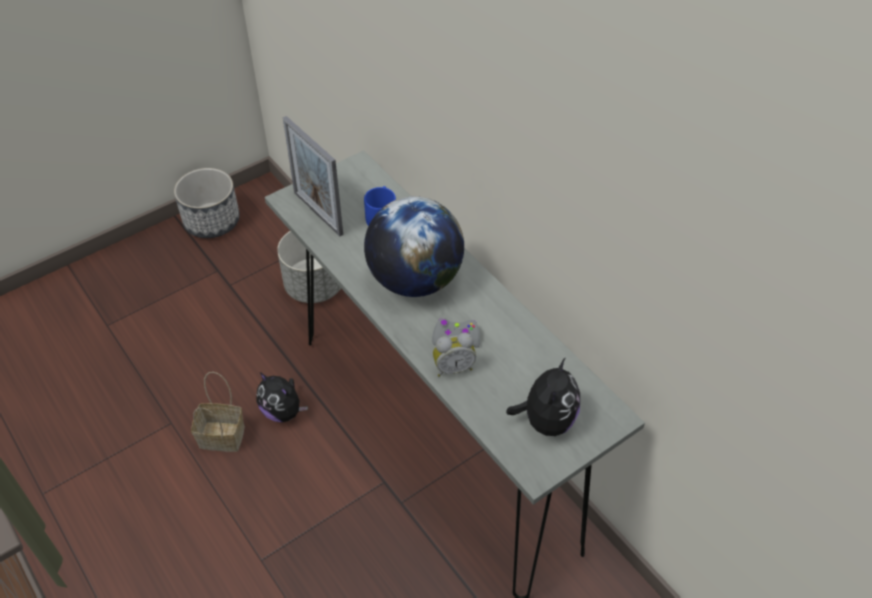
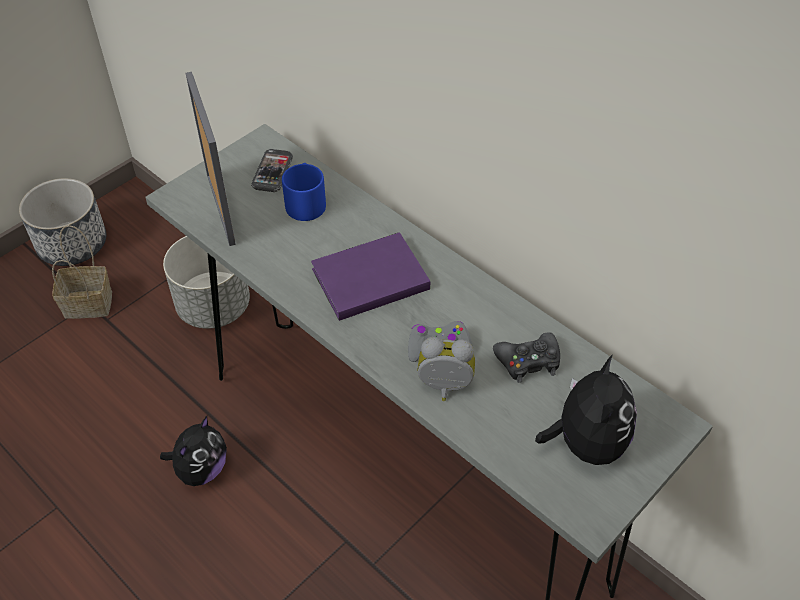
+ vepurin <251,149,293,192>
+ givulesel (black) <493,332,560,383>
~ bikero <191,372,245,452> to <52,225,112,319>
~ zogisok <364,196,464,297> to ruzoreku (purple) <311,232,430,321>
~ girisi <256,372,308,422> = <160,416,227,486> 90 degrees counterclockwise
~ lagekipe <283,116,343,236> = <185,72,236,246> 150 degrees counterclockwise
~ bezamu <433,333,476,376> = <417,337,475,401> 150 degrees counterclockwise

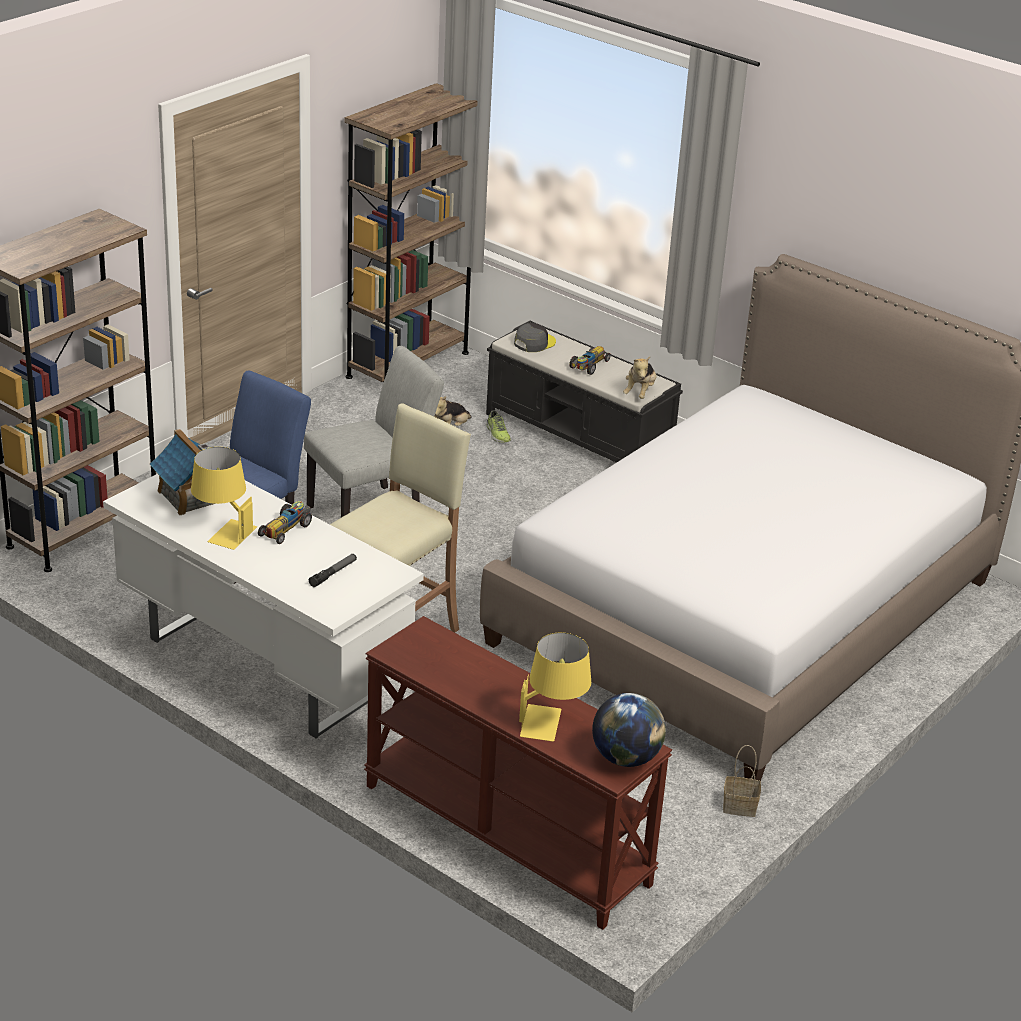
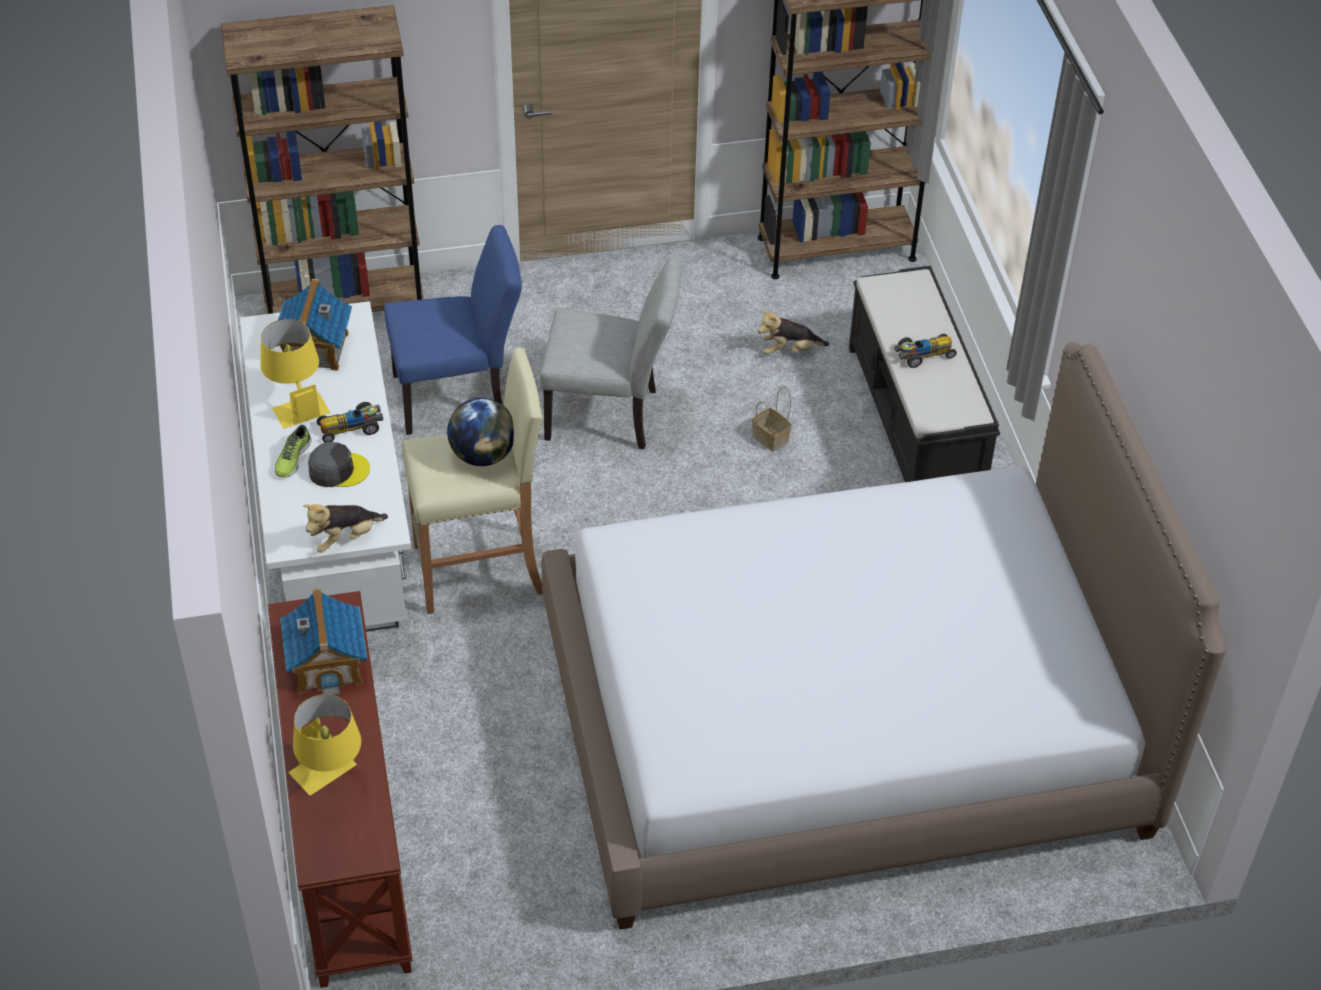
- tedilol <309,554,357,587>
+ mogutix <280,588,367,695>
~ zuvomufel <486,410,511,442> to <275,425,312,478>
~ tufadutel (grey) <514,323,556,352> to <308,442,370,487>
~ zogisok <592,693,666,767> to <447,398,514,466>
~ girisi <623,357,657,399> to <303,504,388,552>
~ bikero <723,745,761,817> to <752,387,792,452>

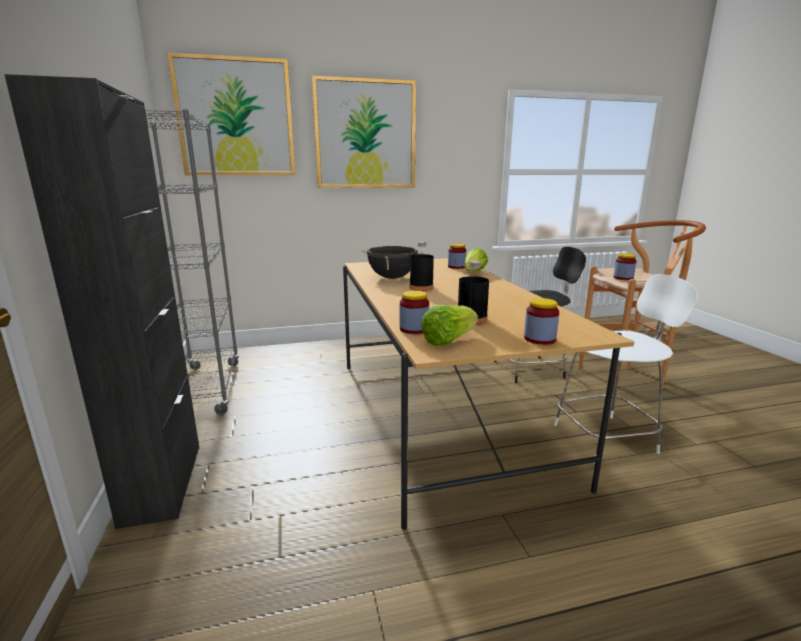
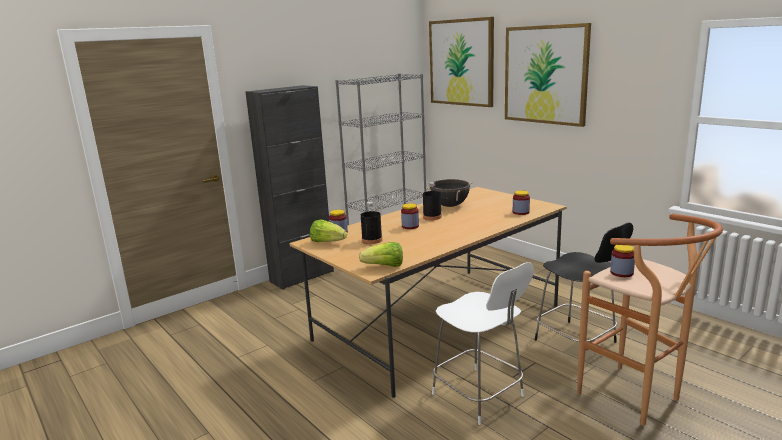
~ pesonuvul <465,248,488,271> to <359,242,403,267>
~ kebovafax <524,298,559,345> to <401,203,419,229>

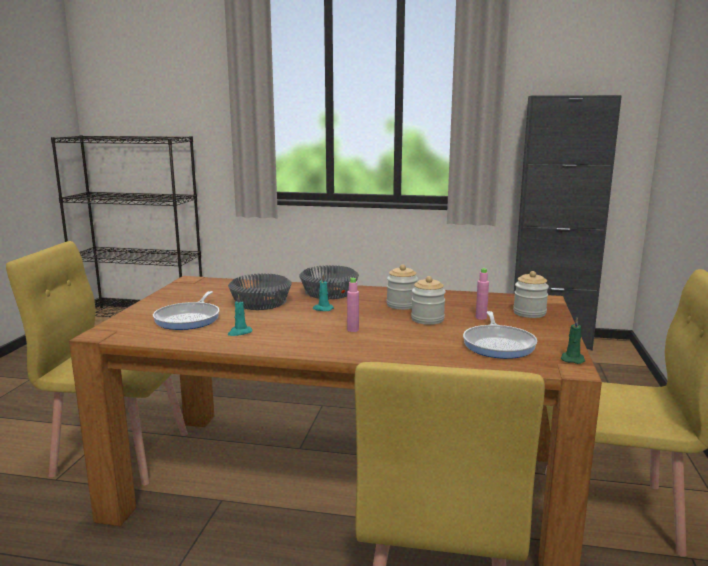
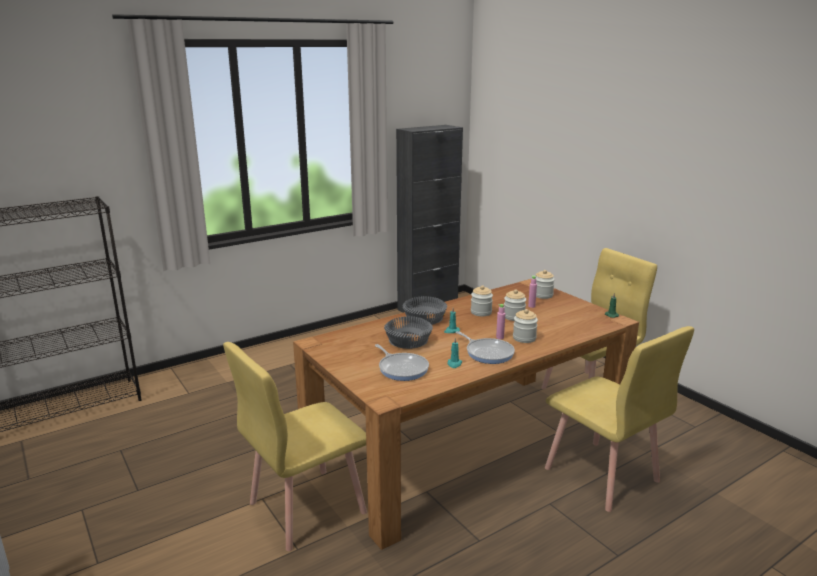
+ kebovafax <513,309,538,343>
~ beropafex <463,311,537,359> to <456,331,515,364>

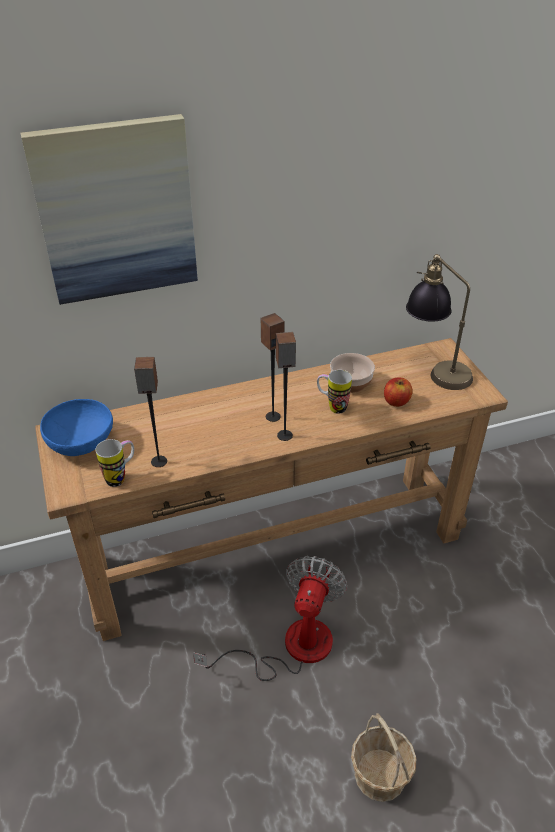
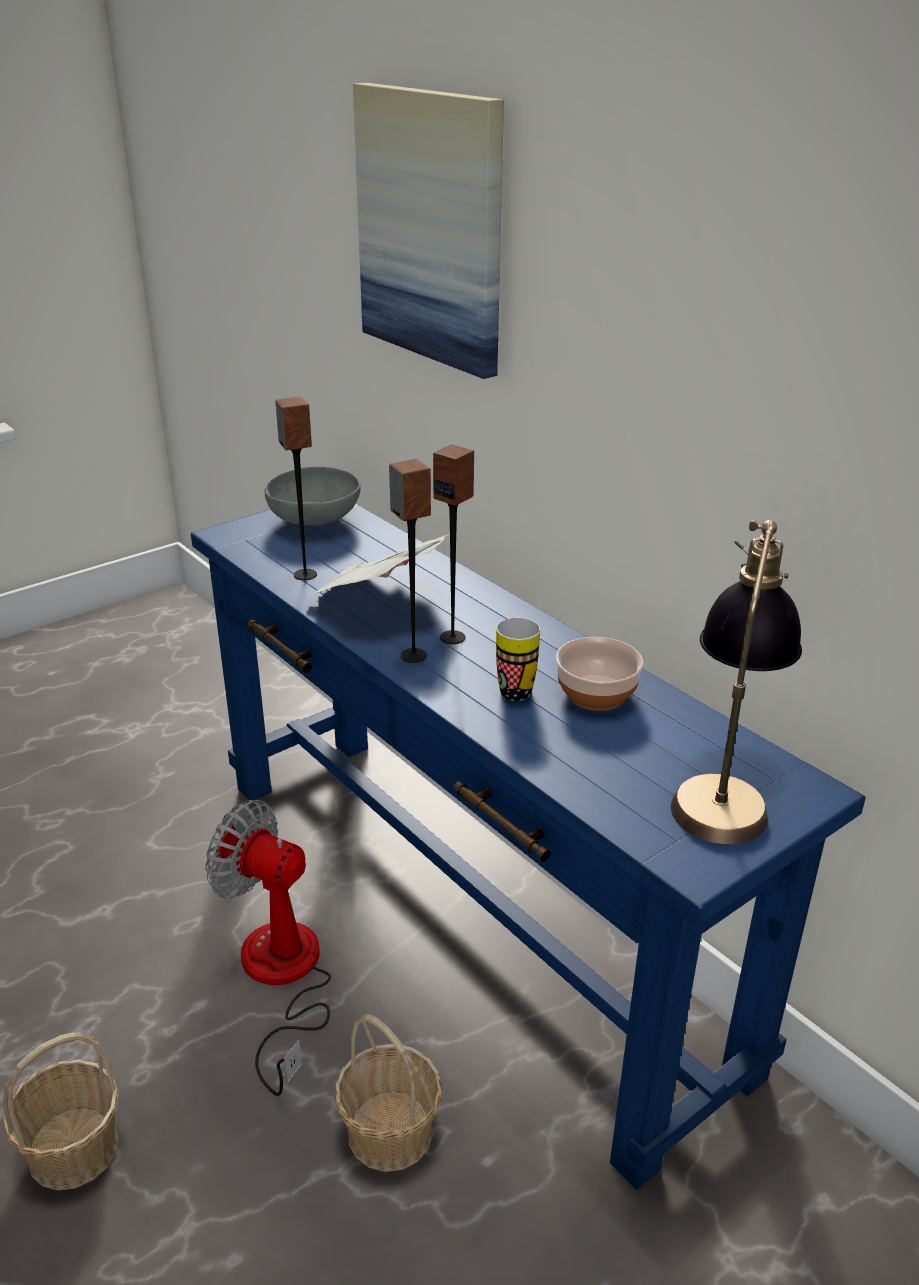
- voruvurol <96,439,134,487>
- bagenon <384,377,413,407>
+ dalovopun <306,534,449,596>
+ bikero <335,1014,443,1172>
~ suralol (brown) <35,338,508,641> to suralol (blue) <191,504,866,1190>
~ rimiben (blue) <40,399,113,456> to rimiben (grey) <265,466,361,526>
~ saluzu <193,556,348,681> = <205,800,331,1096> 150 degrees counterclockwise

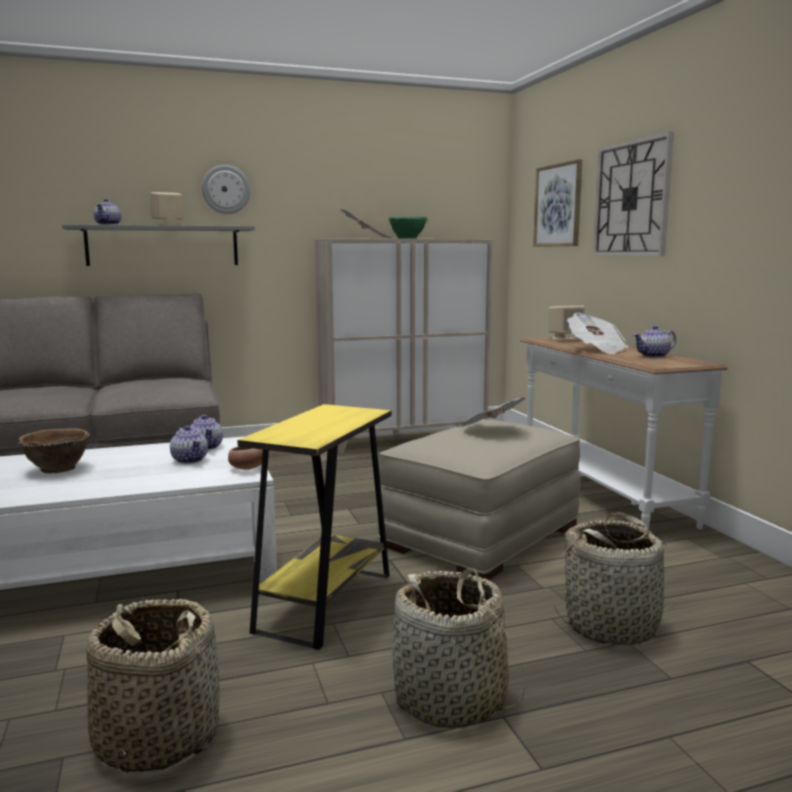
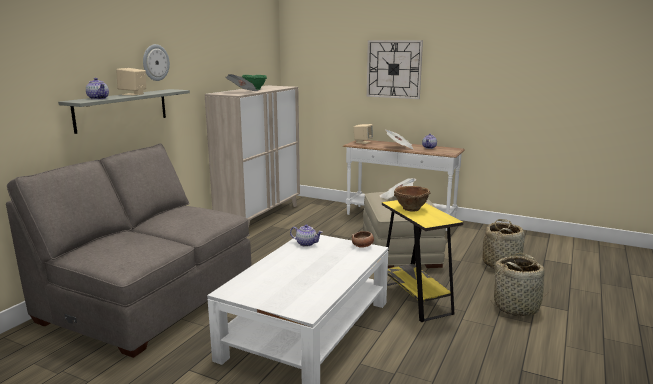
- bikero <86,599,219,773>
- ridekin <170,426,208,464>
- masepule <533,159,582,247>
~ rimiben (brown) <18,428,90,474> to <394,186,430,211>

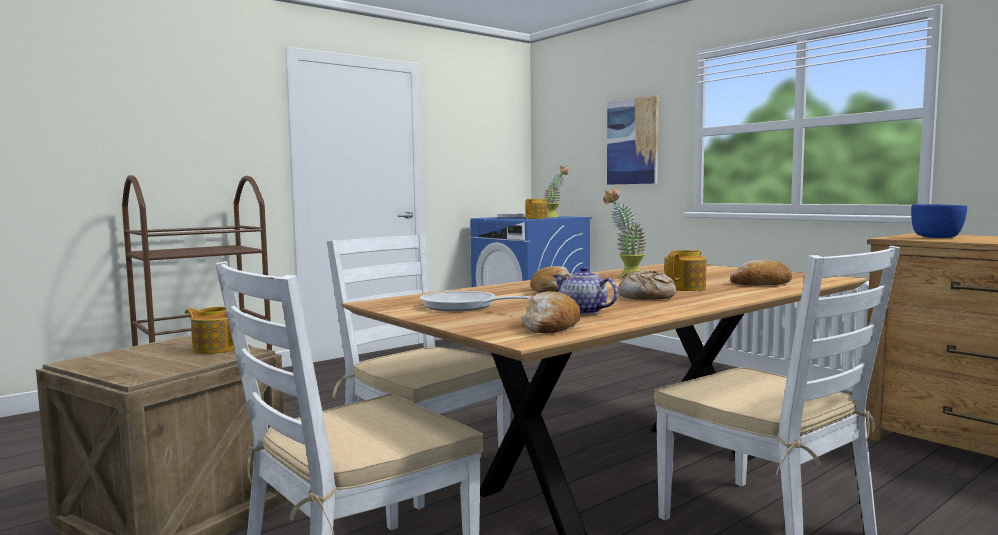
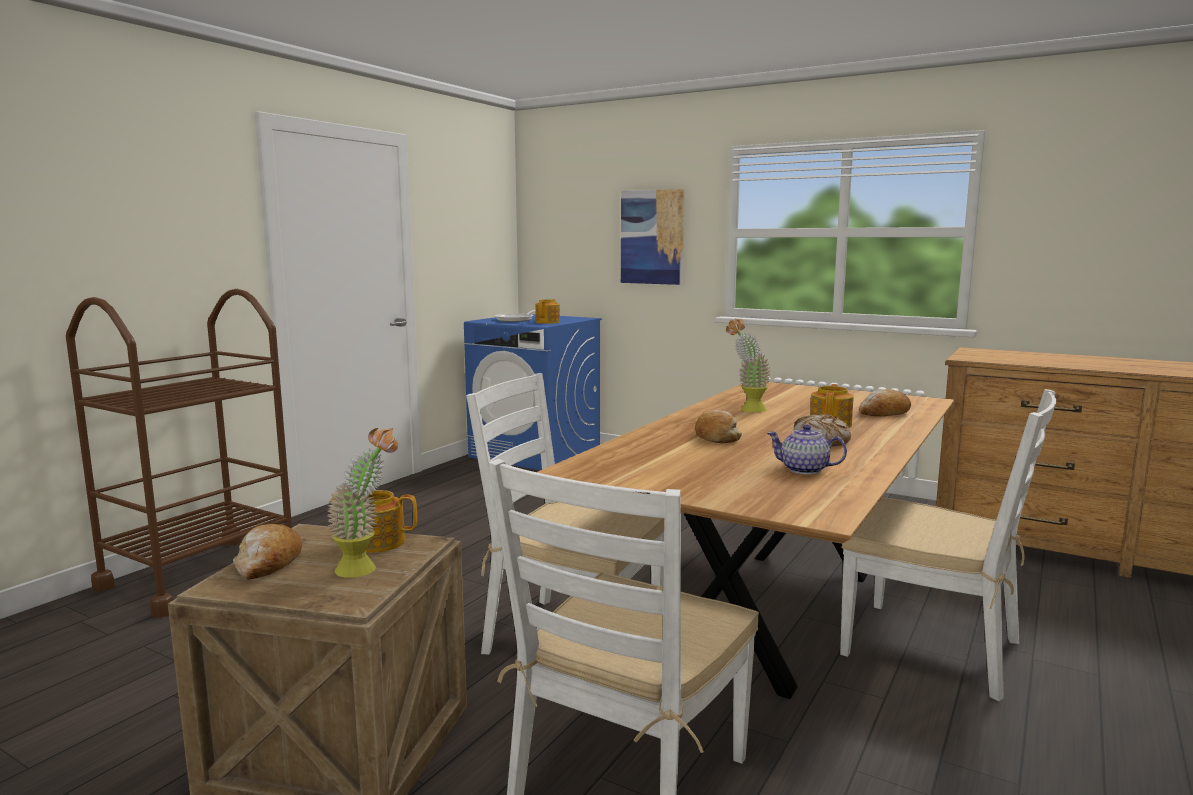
- beropafex <420,291,531,311>
- rimiben (blue) <911,204,967,238>
~ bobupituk <521,291,581,333> to <233,524,302,580>
~ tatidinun <545,166,569,217> to <327,428,398,578>

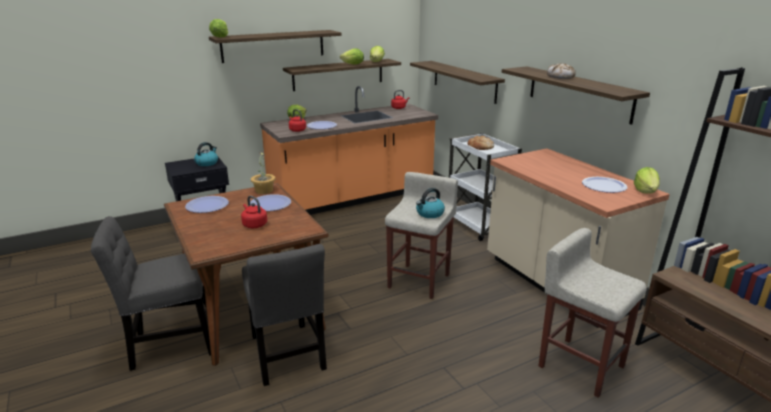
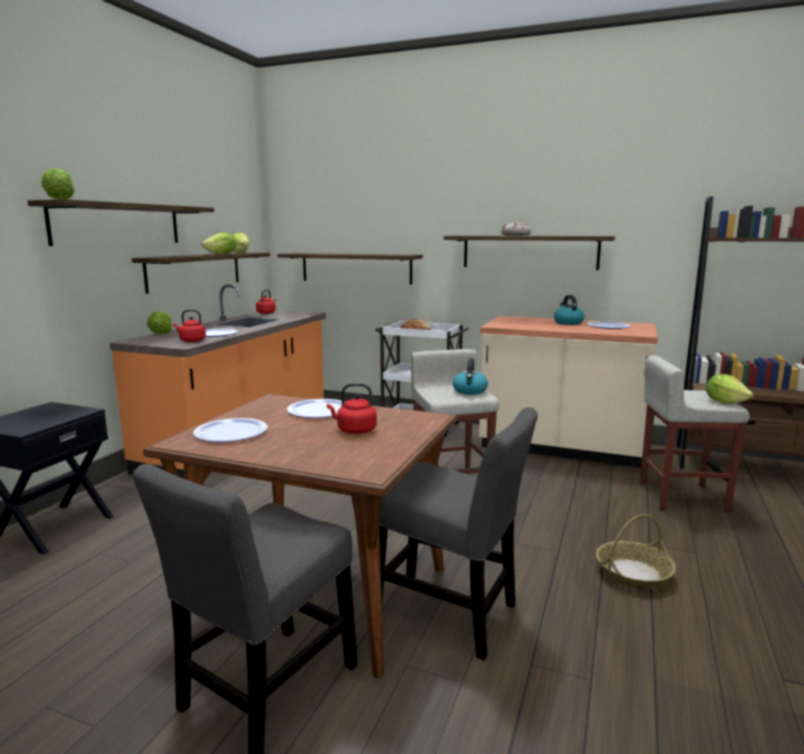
- tatidinun <251,151,275,194>
+ bikero <596,514,676,590>
~ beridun <194,142,218,166> to <554,295,584,325>
~ pesonuvul <634,167,660,194> to <706,374,753,404>

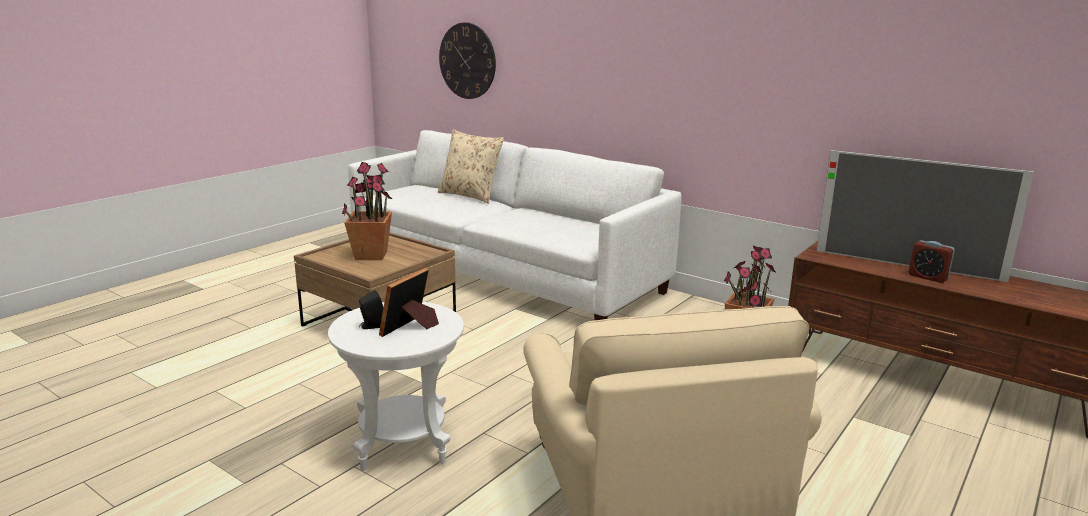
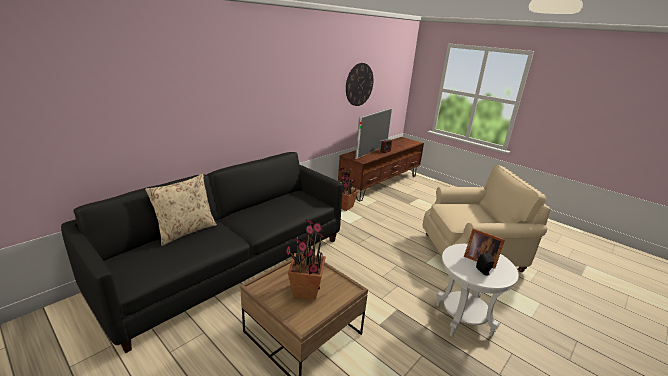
~ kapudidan <439,22,496,99> to <346,63,374,106>
~ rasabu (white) <348,130,681,320> to rasabu (black) <61,152,343,354>

